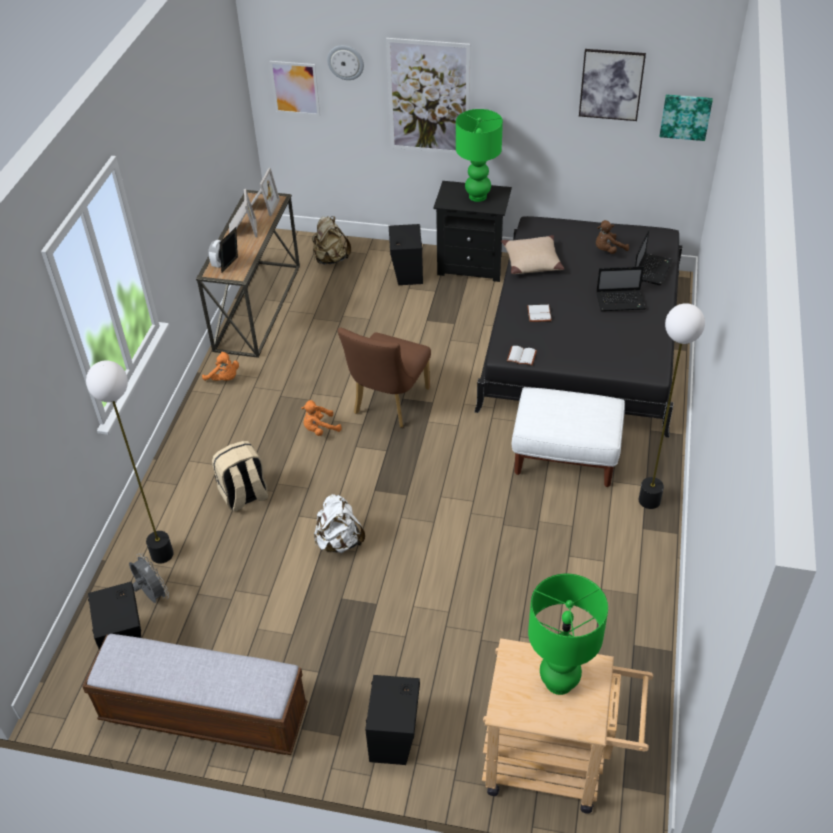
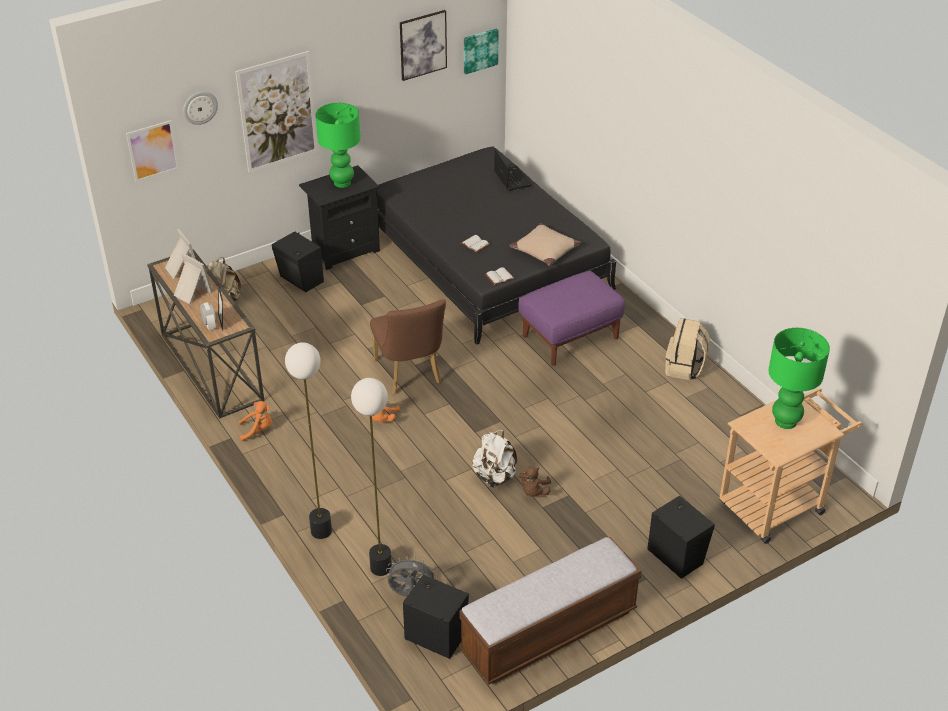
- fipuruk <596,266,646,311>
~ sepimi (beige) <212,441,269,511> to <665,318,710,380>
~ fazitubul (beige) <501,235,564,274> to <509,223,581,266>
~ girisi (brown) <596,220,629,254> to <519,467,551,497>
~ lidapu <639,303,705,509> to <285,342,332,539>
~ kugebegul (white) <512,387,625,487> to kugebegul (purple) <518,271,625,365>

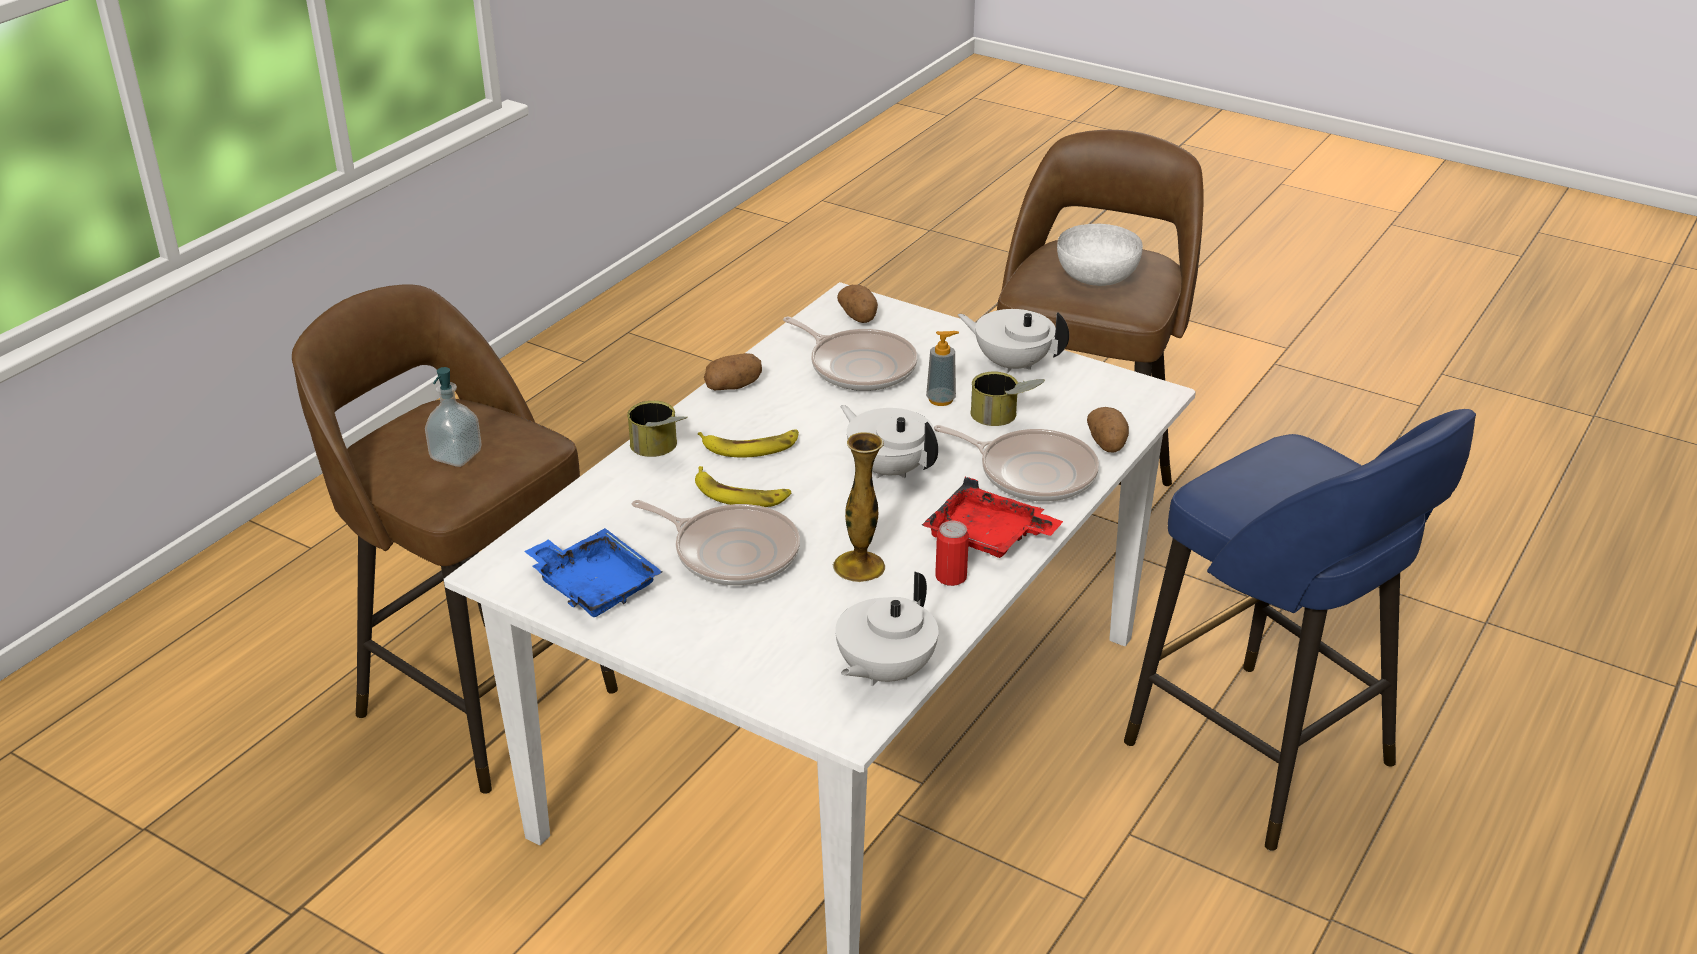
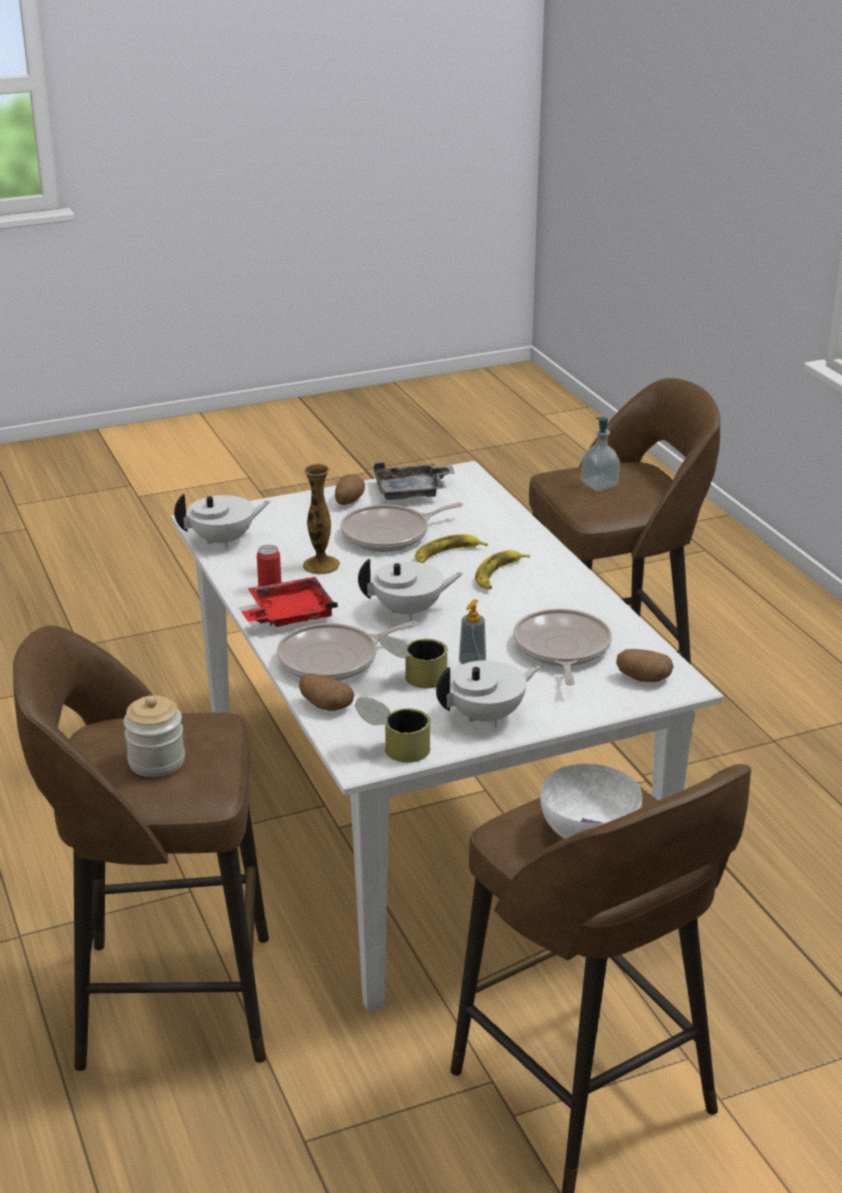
+ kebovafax <123,695,185,777>
~ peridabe <627,401,688,457> to <355,697,431,763>
~ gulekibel <704,353,762,390> to <335,474,365,505>
~ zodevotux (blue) <524,528,662,617> to zodevotux (grey) <374,462,455,500>
~ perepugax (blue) <1124,409,1476,851> to perepugax (brown) <13,626,269,1071>
~ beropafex <783,317,917,391> = <513,609,612,685> 105 degrees clockwise
~ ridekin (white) <835,571,938,686> = <174,494,271,549> 90 degrees clockwise

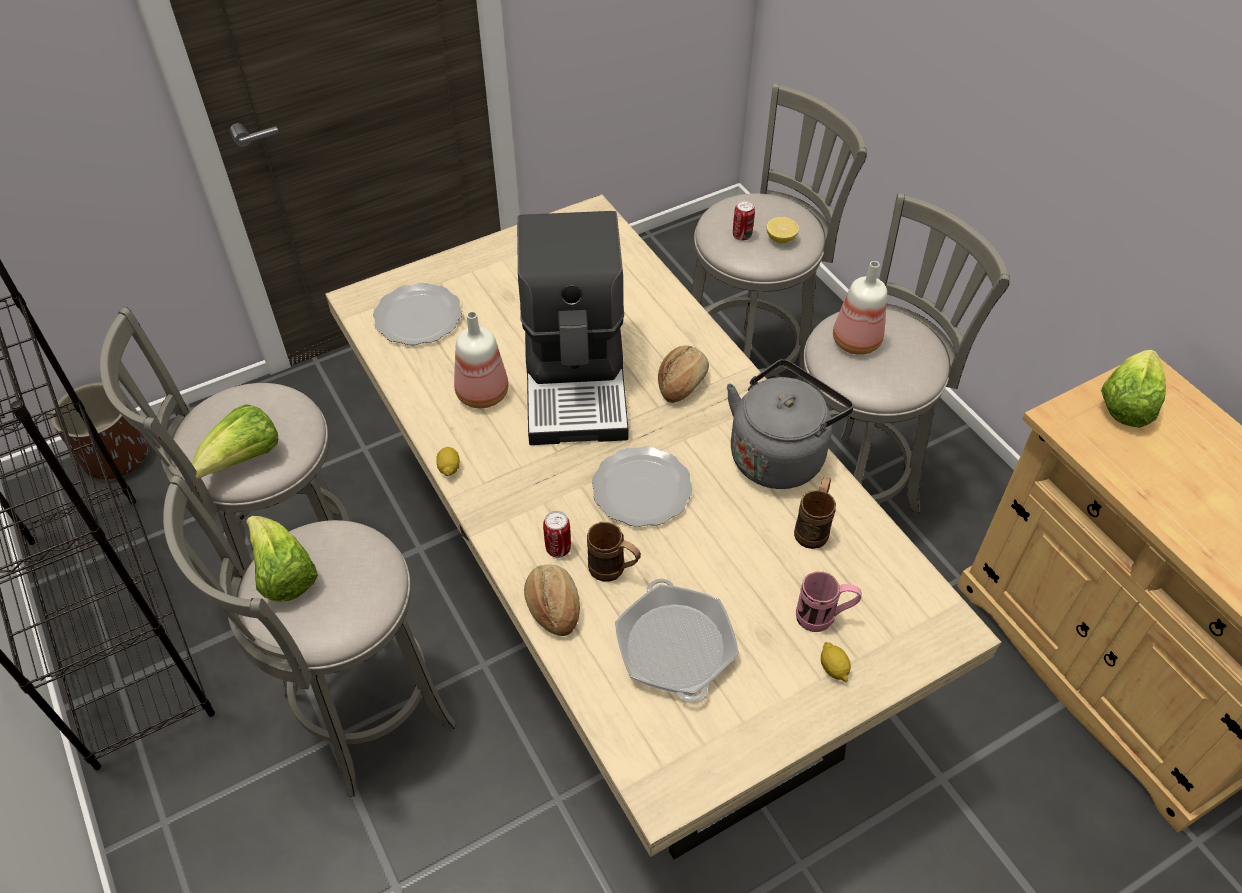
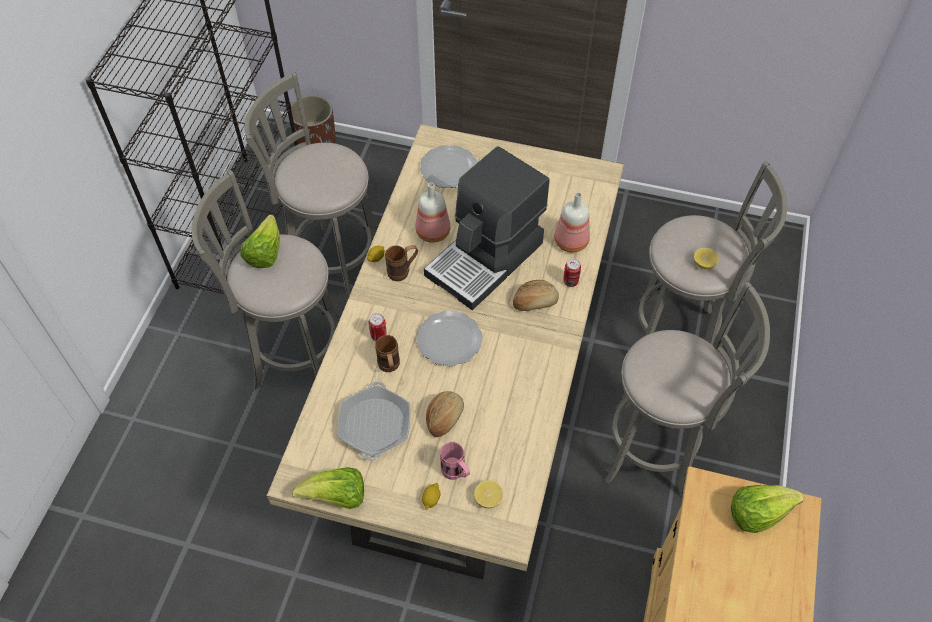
- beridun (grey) <727,359,854,489>
+ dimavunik <474,480,503,508>
~ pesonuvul <192,404,278,479> to <292,467,364,509>
~ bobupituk <524,564,580,636> to <426,391,464,437>
~ peridabe <733,200,755,241> to <563,259,581,287>
~ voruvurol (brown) <794,477,836,549> to <385,245,418,281>
~ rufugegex <833,261,887,355> to <554,192,590,252>
~ beropafex <615,579,739,702> = <337,381,410,461> 150 degrees clockwise

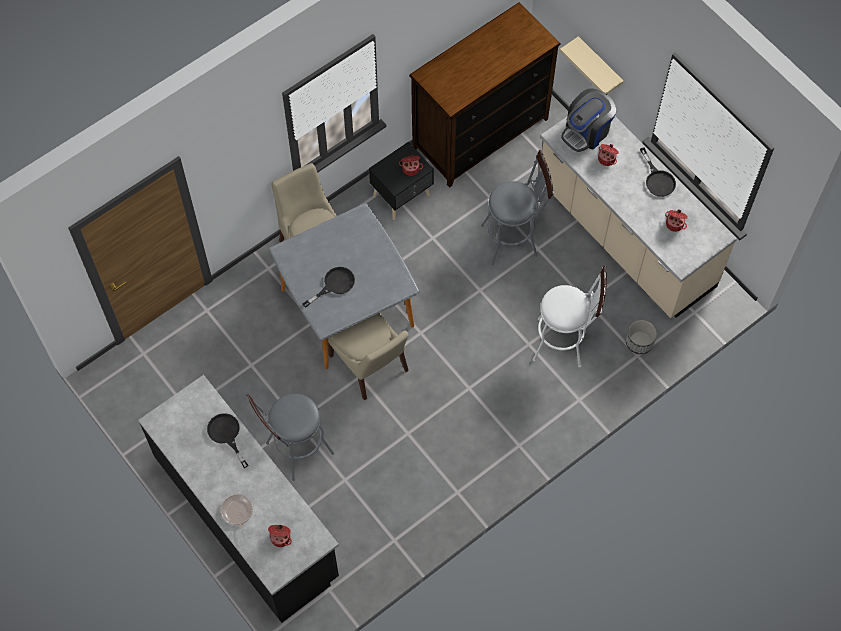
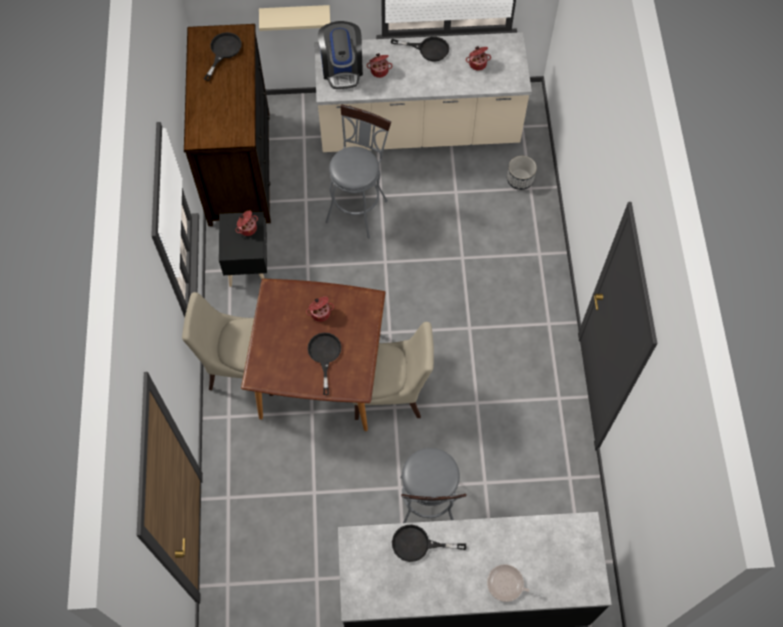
- perepugax (white) <532,266,607,368>
+ beropafex (black) <204,32,242,81>
~ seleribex <268,525,292,547> to <306,297,334,322>
~ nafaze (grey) <269,203,420,369> to nafaze (brown) <241,278,385,431>

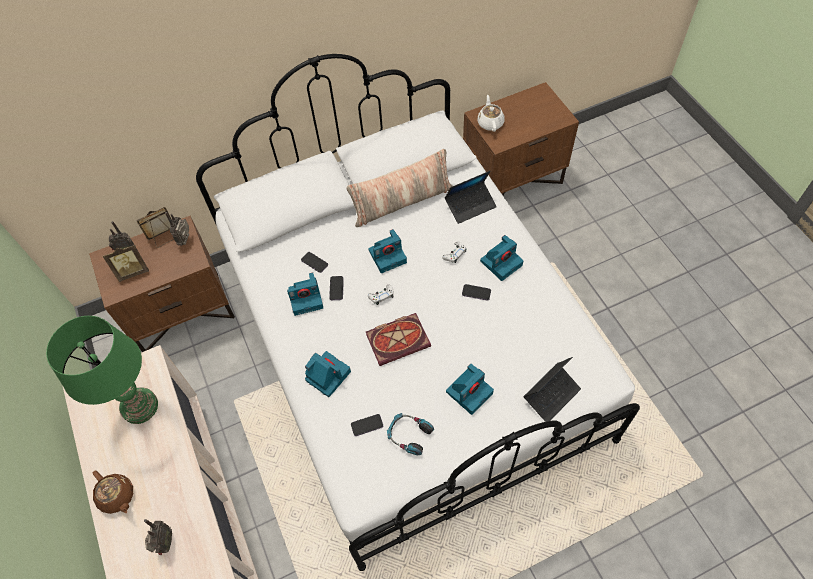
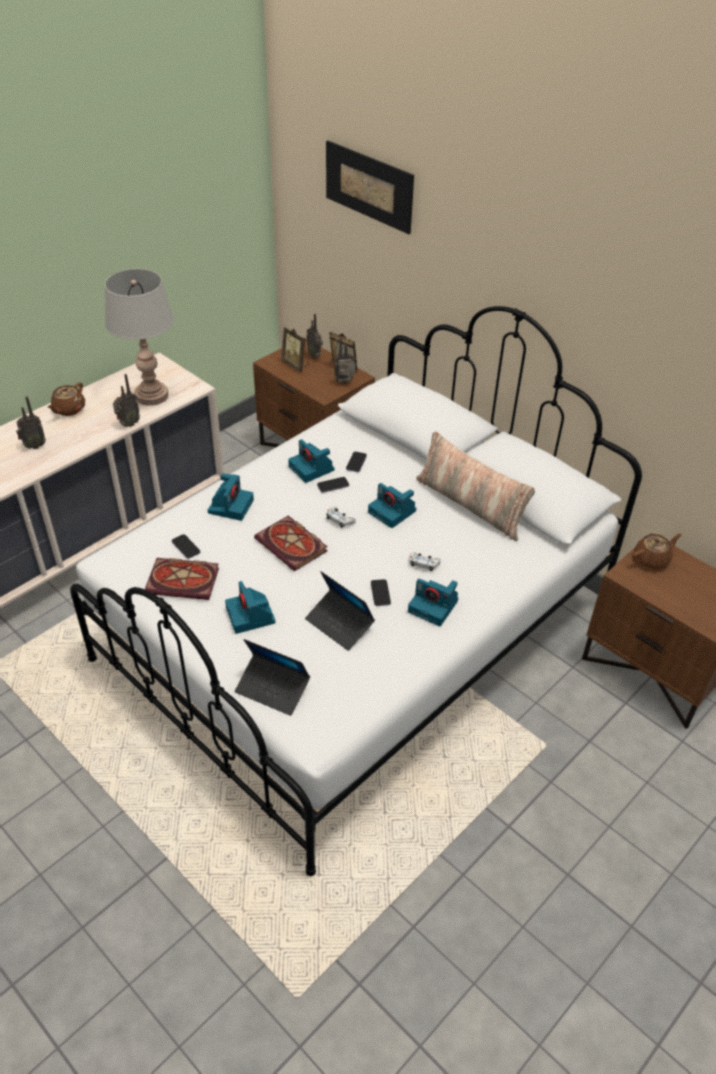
+ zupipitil <113,374,140,427>
+ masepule <326,141,414,234>
~ fipuruk <445,171,497,224> to <305,571,375,651>
~ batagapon <387,413,434,455> to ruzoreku <145,558,219,600>
~ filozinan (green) <46,316,158,424> to filozinan (grey) <105,269,174,406>
~ ridekin (white) <477,95,504,132> to ridekin (brown) <632,533,682,569>
~ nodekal <446,363,494,415> = <225,581,275,634> 45 degrees clockwise

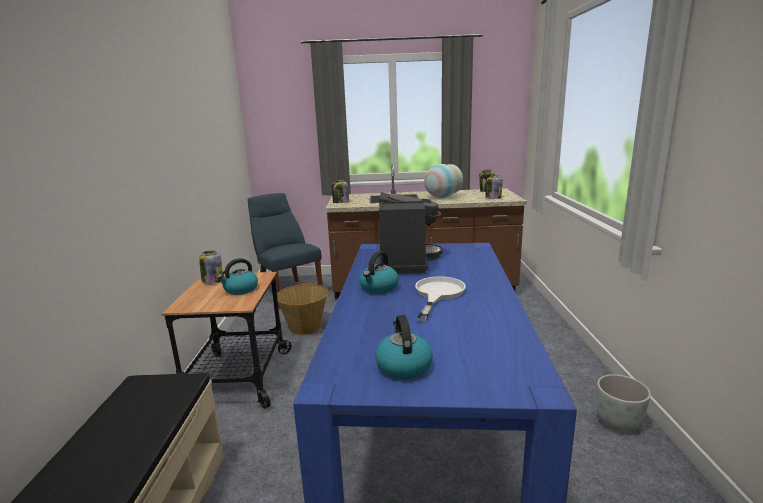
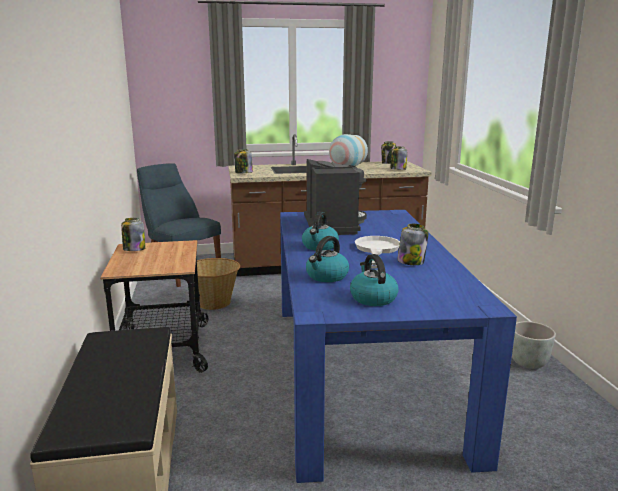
+ kebovafax <397,224,428,265>
~ beridun <217,258,258,295> to <306,236,349,282>

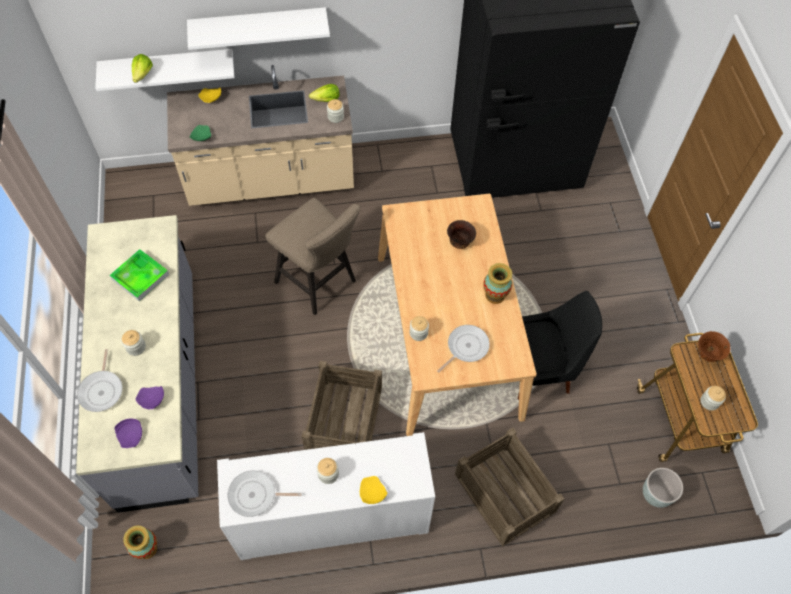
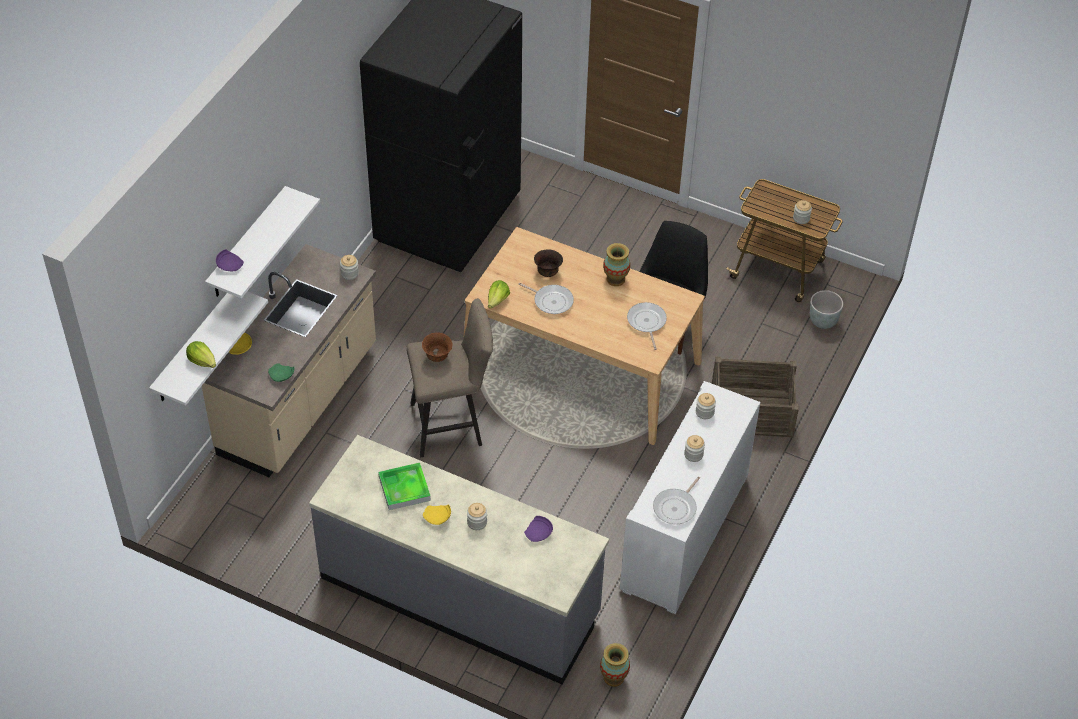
- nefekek <302,361,382,450>
~ beropafex <77,349,122,412> to <519,283,574,314>
~ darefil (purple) <114,419,142,448> to <216,249,244,271>
~ pesonuvul <309,84,339,102> to <488,280,510,309>
~ darefil (yellow) <360,476,388,504> to <423,504,451,525>
~ kebovafax <409,316,429,341> to <696,393,716,419>
~ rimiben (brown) <698,331,730,362> to <422,333,452,362>

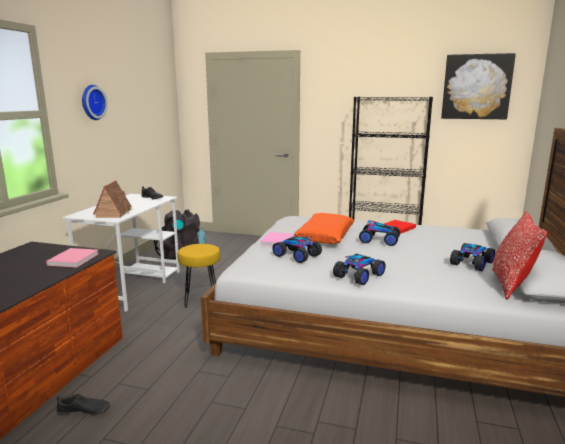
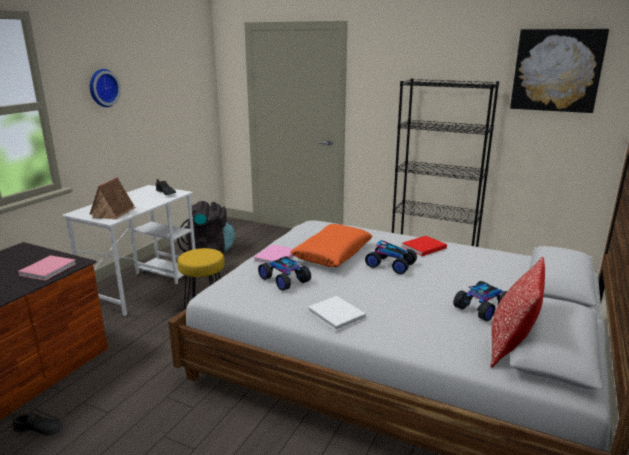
~ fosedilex <333,254,386,285> to ruzoreku (white) <308,296,366,331>

